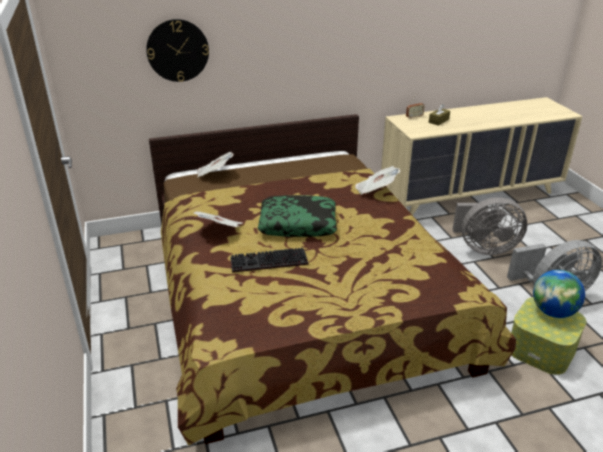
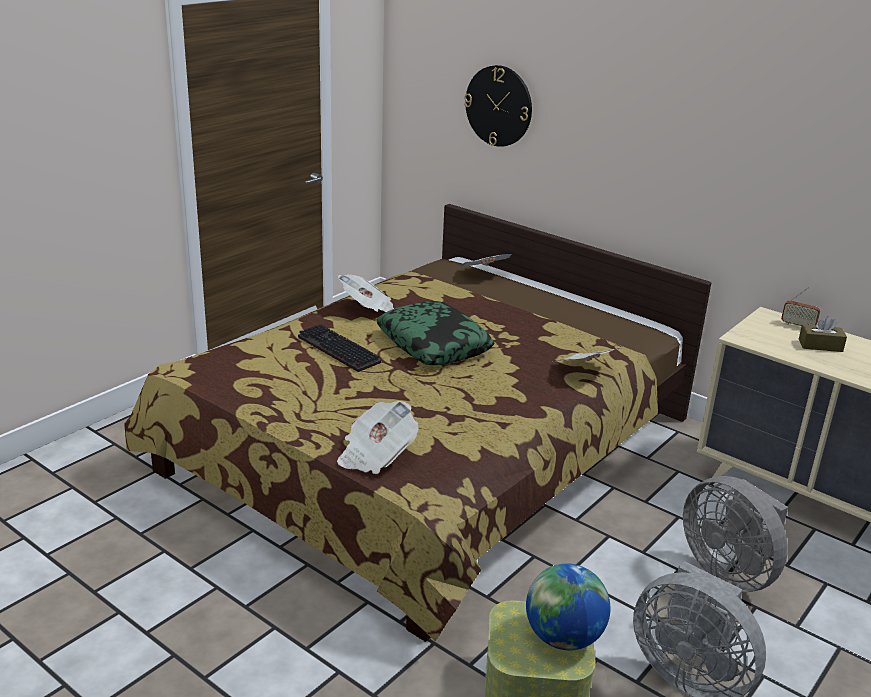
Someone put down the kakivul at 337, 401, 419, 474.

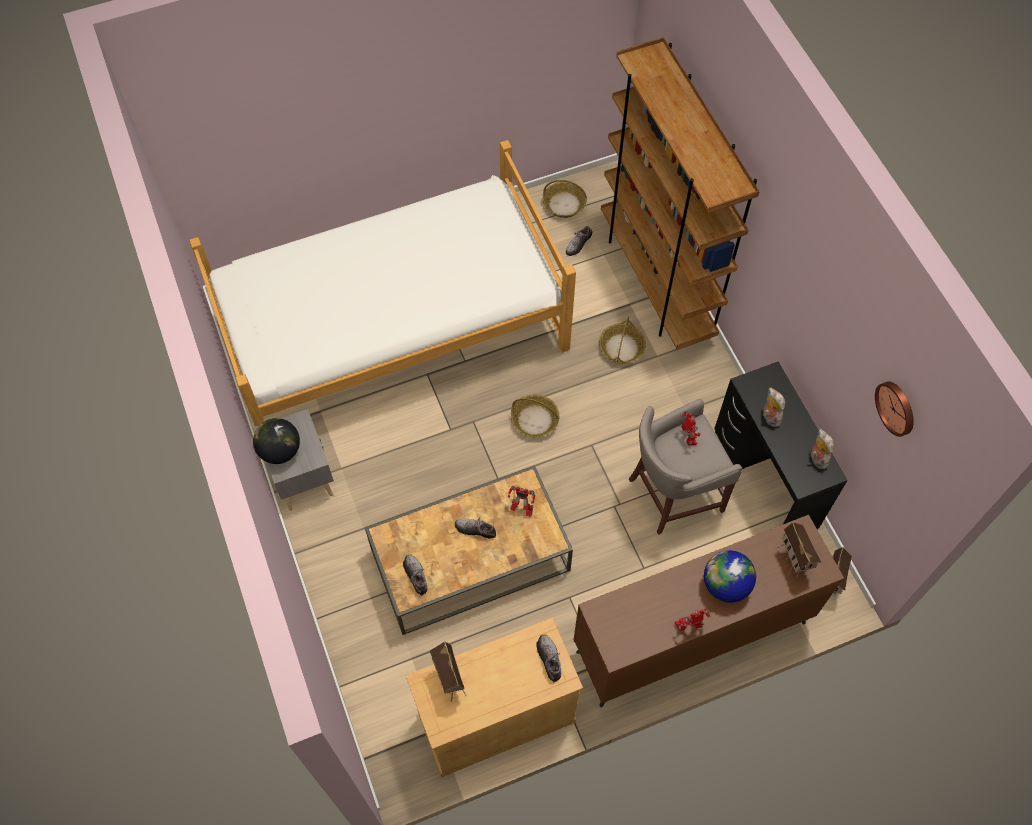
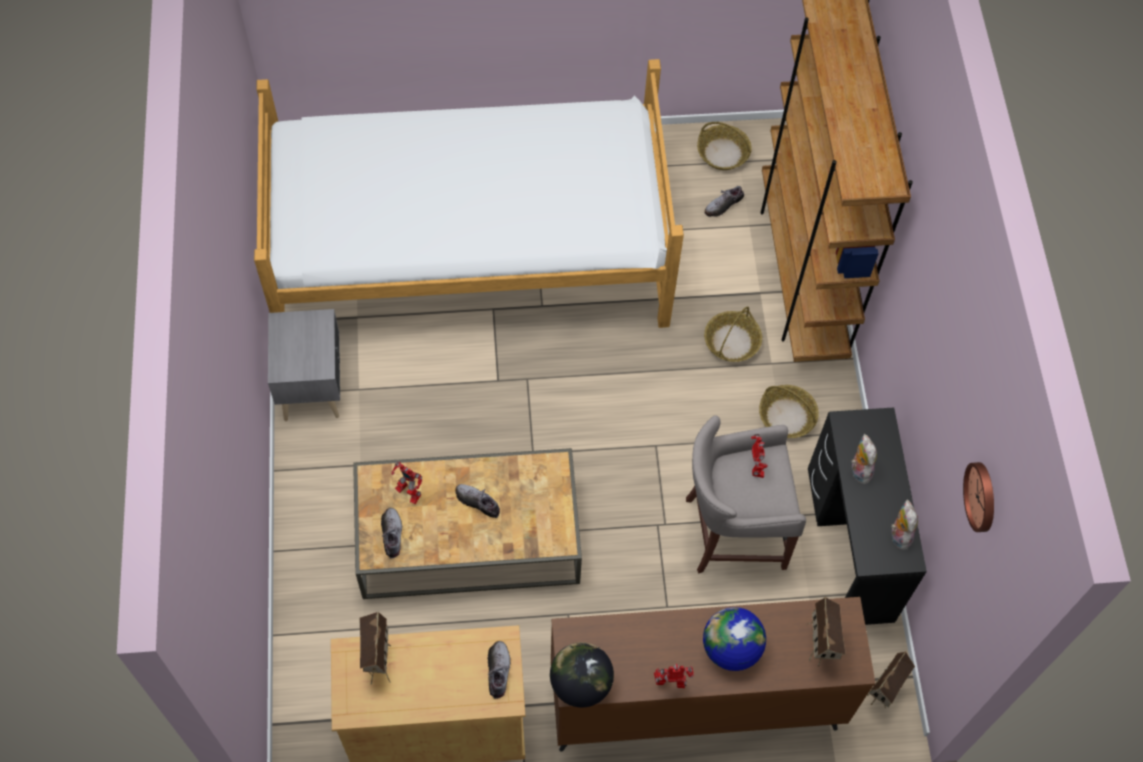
Someone carried the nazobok from 511, 394, 560, 437 to 759, 385, 819, 438.
Someone carried the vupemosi from 253, 418, 300, 464 to 550, 642, 614, 707.
Someone carried the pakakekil from 508, 486, 535, 517 to 391, 461, 423, 505.

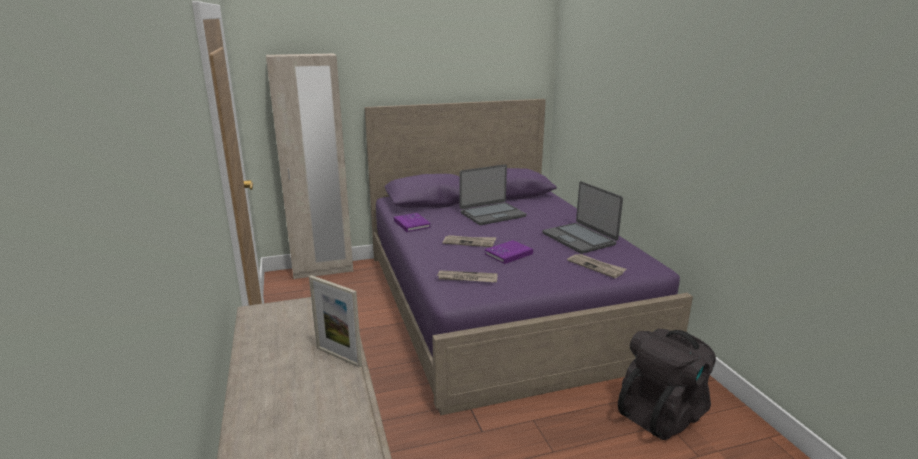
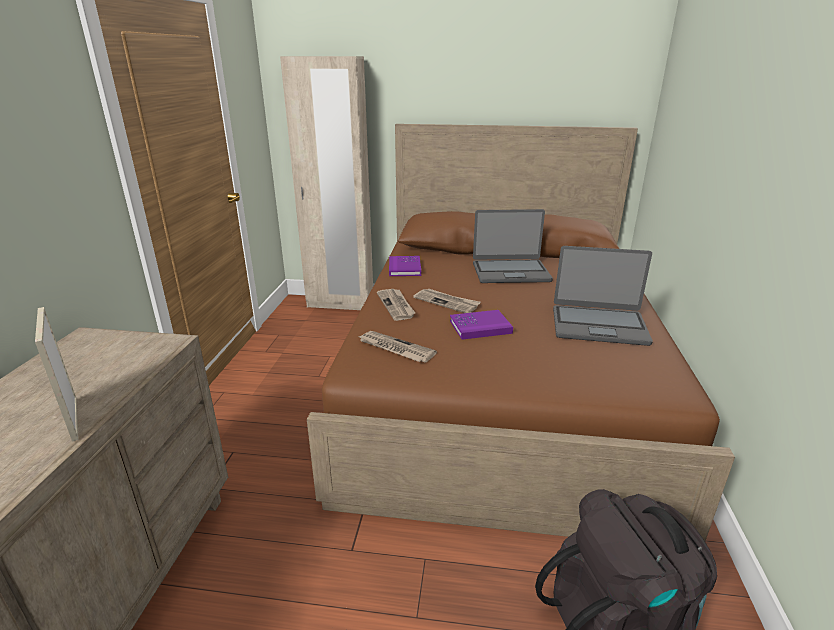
Someone repainted the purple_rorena at 364, 99, 693, 415, which became the brown_rorena at 307, 124, 735, 541.
Someone rotated the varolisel at 542, 181, 623, 254 by 75 degrees counterclockwise.
Someone carried the kakivul from 567, 254, 626, 278 to 377, 289, 415, 321.

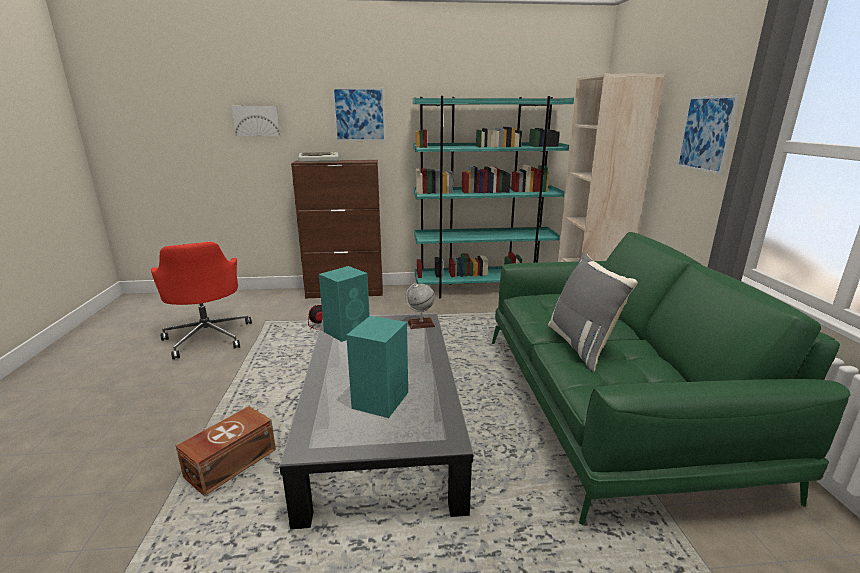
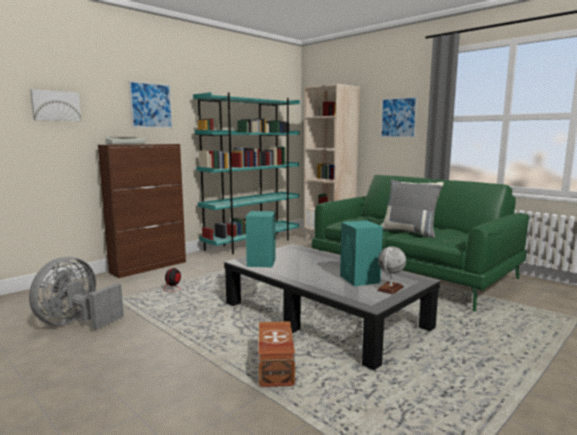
Someone swapped the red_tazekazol at 151, 242, 252, 359 for the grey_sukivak at 29, 257, 124, 330.
Someone carried the vupemosi from 405, 283, 435, 329 to 377, 246, 406, 295.

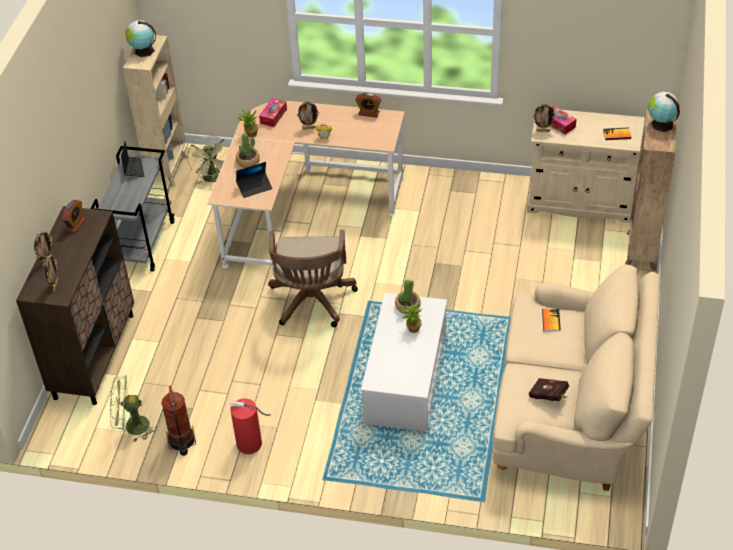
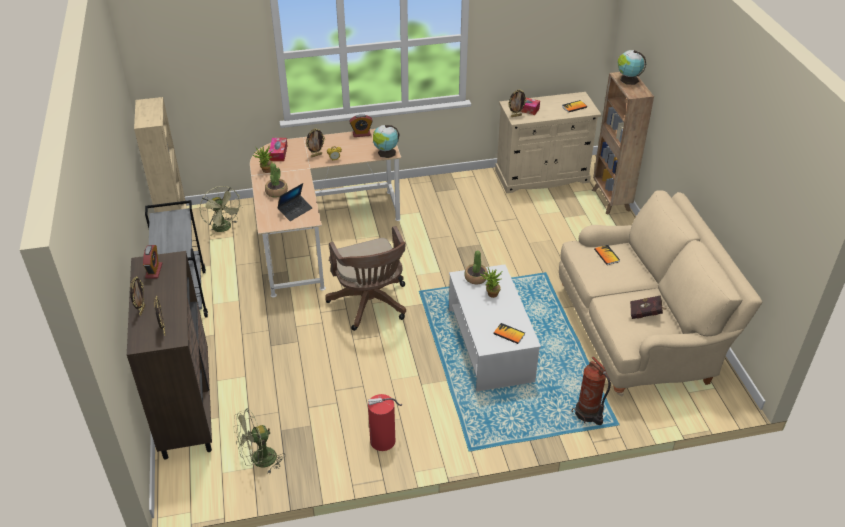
Someone carried the vupemosi from 125, 20, 156, 57 to 373, 125, 400, 158.
Someone took away the varolisel at 121, 141, 145, 177.
Someone carried the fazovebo from 161, 386, 196, 456 to 572, 357, 611, 425.
Someone put down the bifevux at 493, 323, 525, 344.

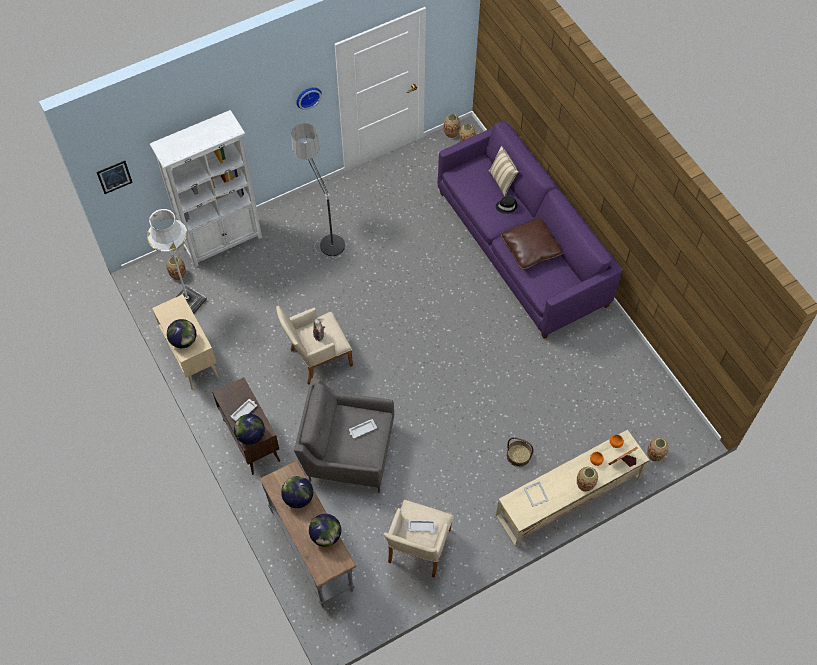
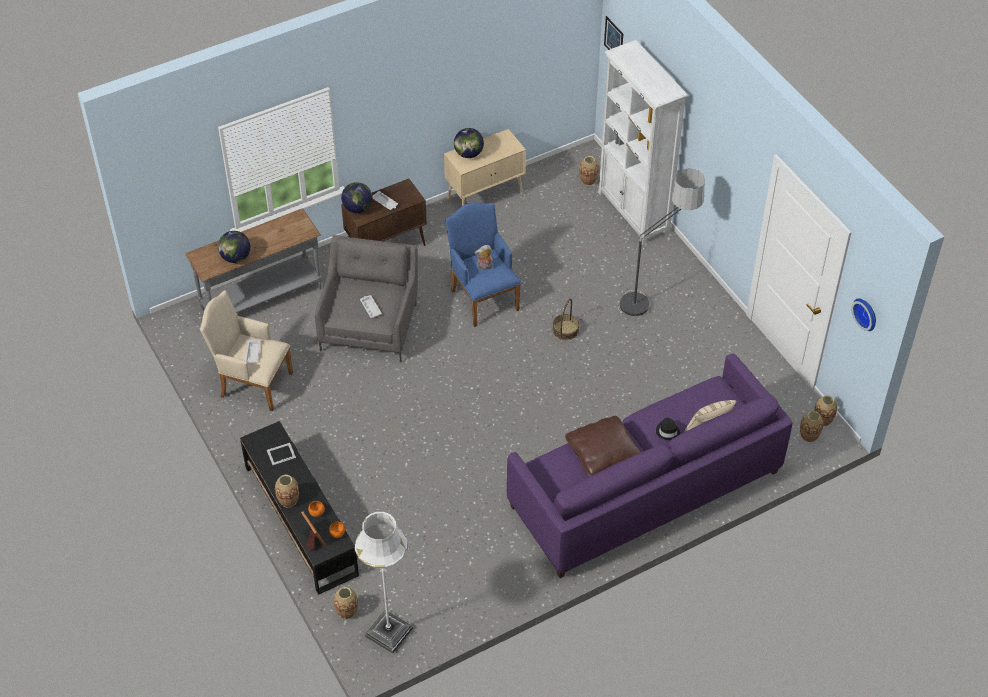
Someone carried the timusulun from 296, 88, 322, 110 to 851, 298, 876, 331.
Someone carried the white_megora from 147, 209, 207, 314 to 355, 511, 413, 654.
Someone repainted the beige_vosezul at 276, 306, 353, 385, which became the blue_vosezul at 446, 202, 521, 327.
Someone repainted the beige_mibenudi at 496, 430, 649, 547, which became the black_mibenudi at 240, 421, 359, 595.
Someone carried the nazobok from 506, 437, 534, 467 to 552, 298, 579, 340.
Someone took away the vupemosi at 281, 476, 313, 508.

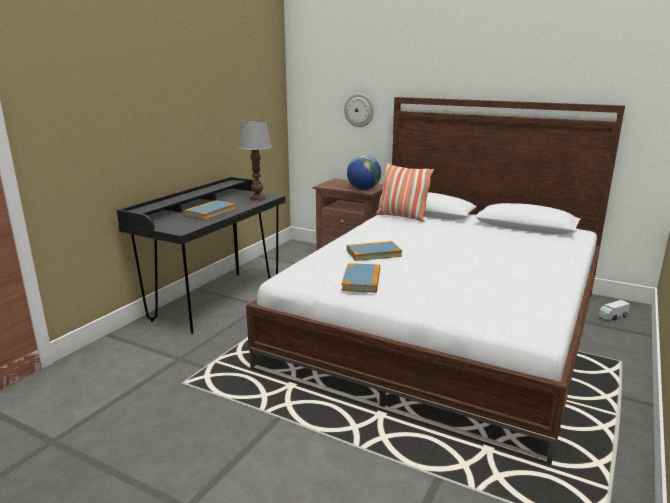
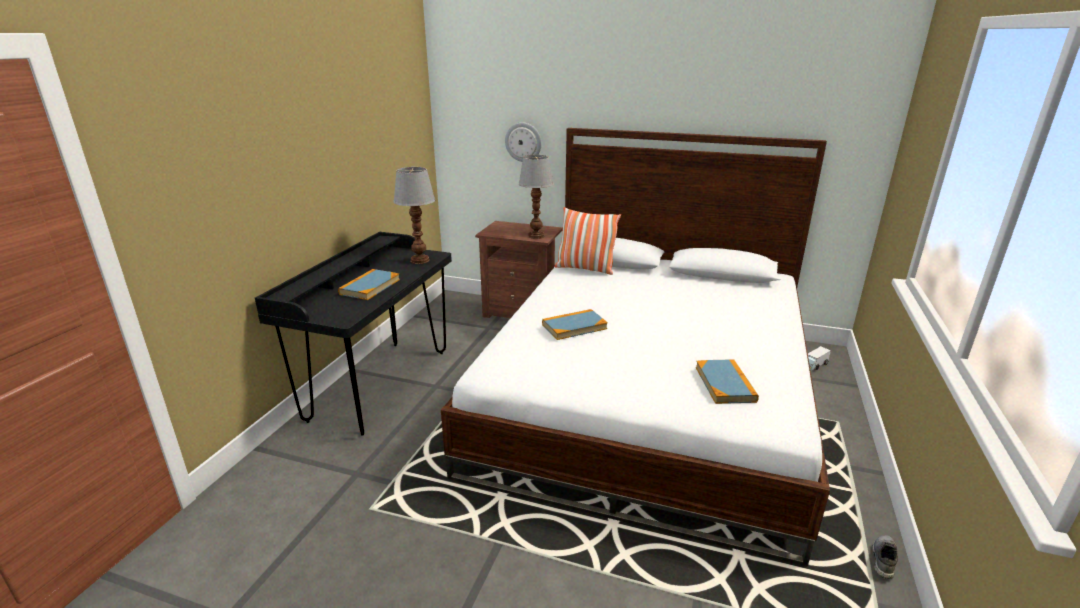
Someone swapped the vupemosi at 347, 155, 381, 190 for the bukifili at 518, 155, 554, 239.
Someone carried the bifevux from 341, 263, 380, 293 to 696, 359, 759, 404.
Someone put down the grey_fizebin at 872, 535, 898, 579.

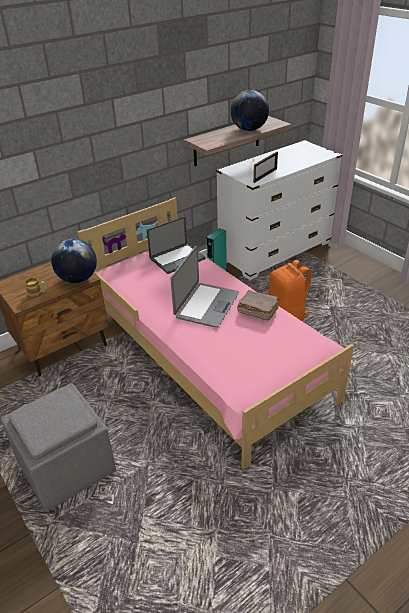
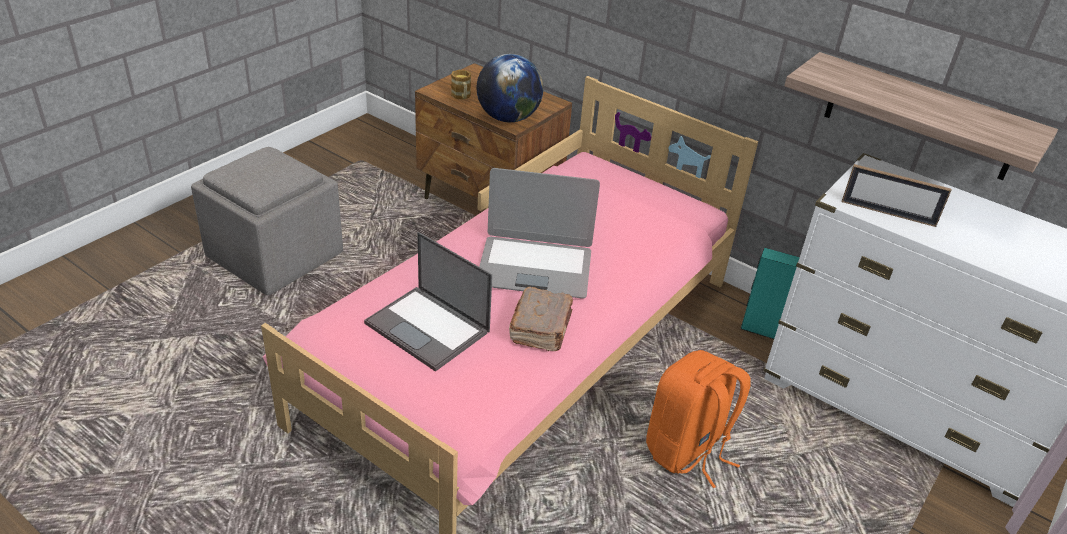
Someone took away the vupemosi at 231, 90, 269, 131.
Someone carried the varolisel from 147, 216, 206, 274 to 364, 232, 492, 372.

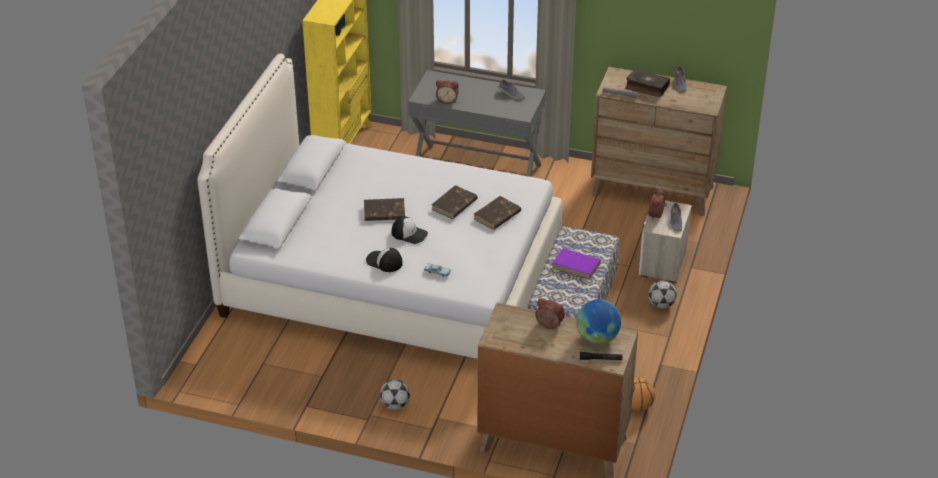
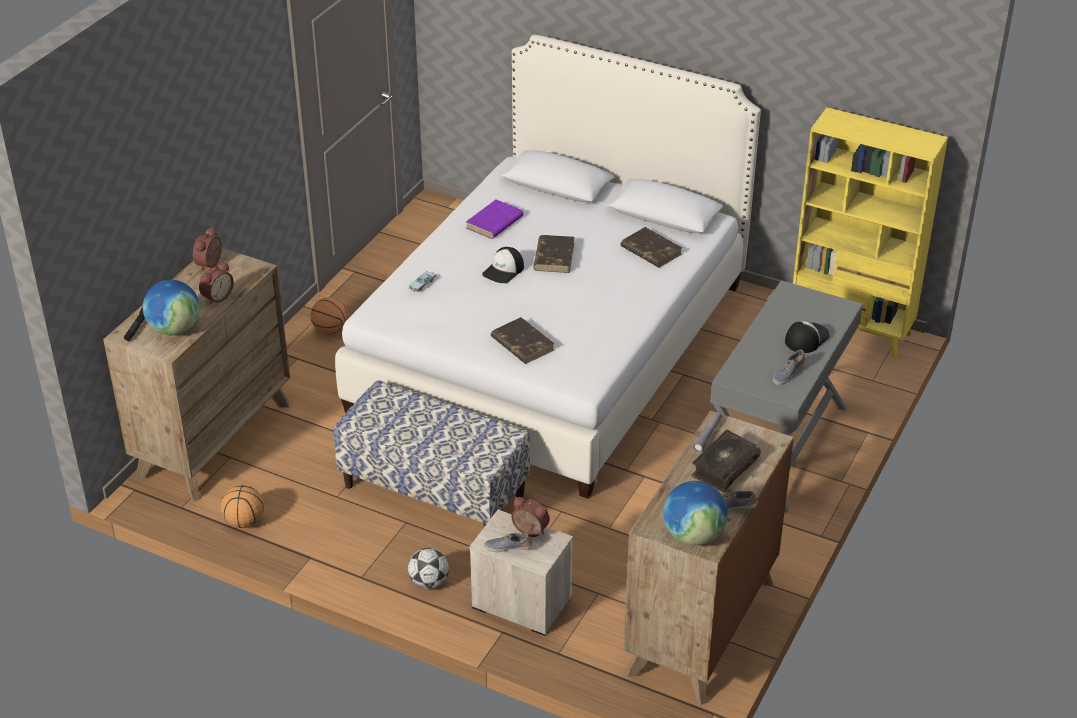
Someone carried the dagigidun from 436, 80, 459, 104 to 193, 227, 222, 271.
Someone carried the brown_bifevux from 431, 185, 478, 219 to 620, 227, 682, 268.
Someone carried the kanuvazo from 366, 248, 403, 272 to 785, 321, 830, 353.
Someone carried the purple_bifevux from 552, 248, 601, 280 to 466, 199, 524, 239.
Someone swapped the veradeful at 380, 379, 410, 410 for the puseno at 310, 297, 348, 335.
Someone put down the vupemosi at 663, 481, 728, 545.

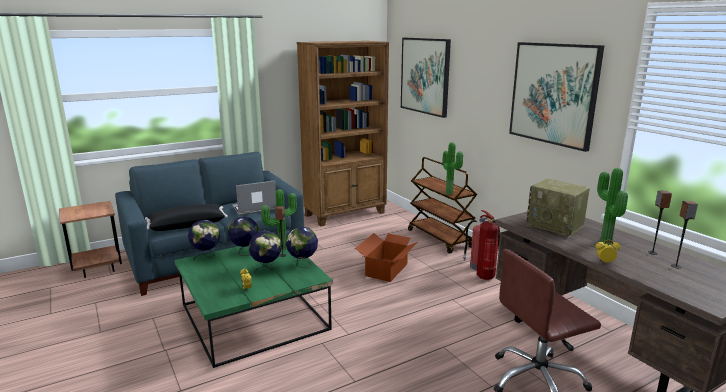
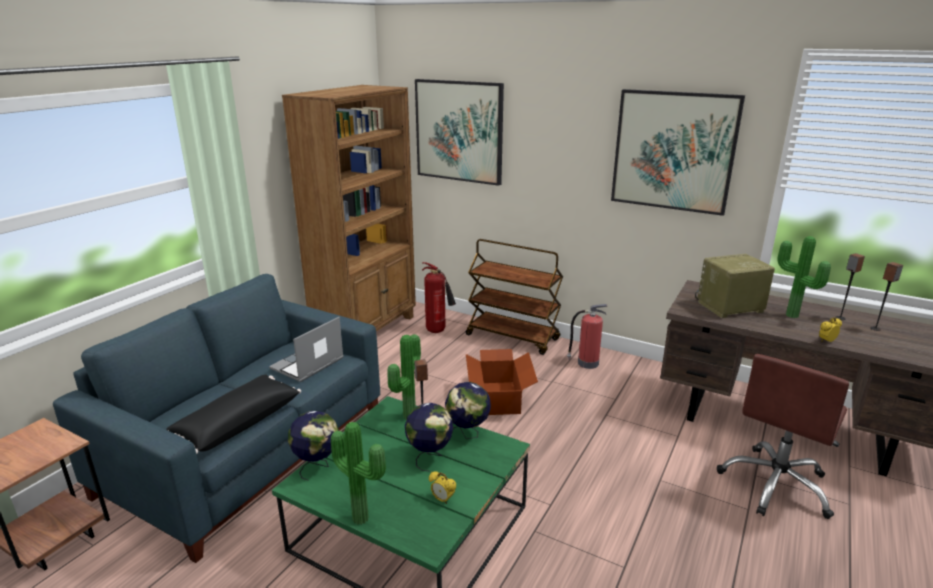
Someone carried the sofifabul from 442, 142, 463, 195 to 331, 422, 386, 525.
Someone rotated the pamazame at 526, 178, 590, 237 by 150 degrees clockwise.
Someone carried the fazovebo from 477, 210, 500, 280 to 422, 262, 456, 333.
Someone took away the vupemosi at 228, 216, 259, 256.

